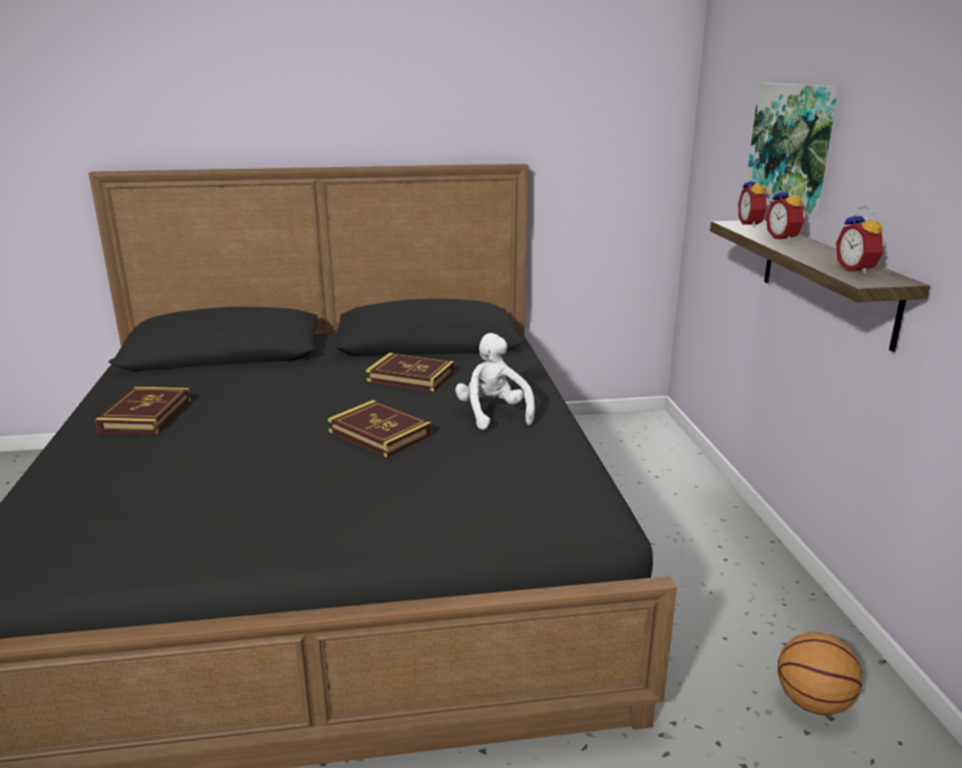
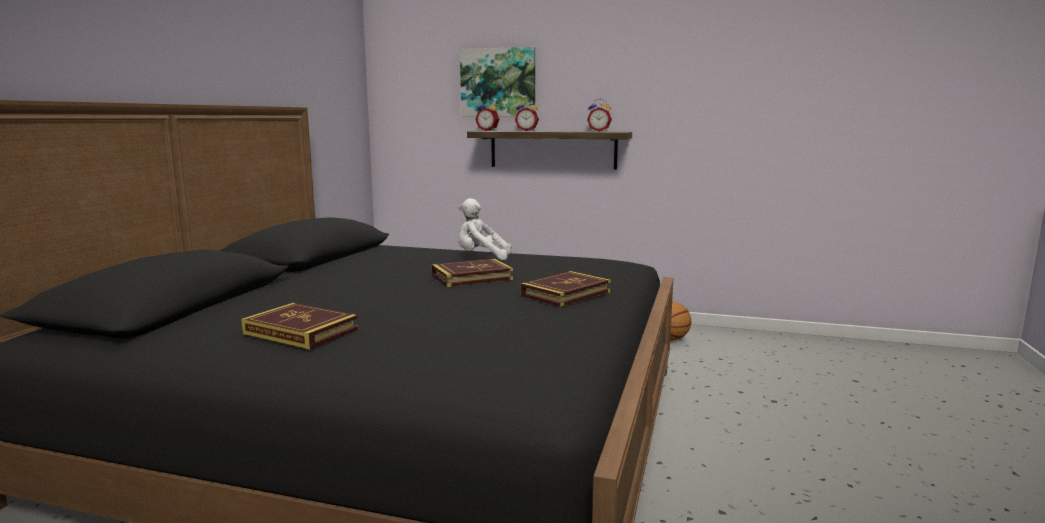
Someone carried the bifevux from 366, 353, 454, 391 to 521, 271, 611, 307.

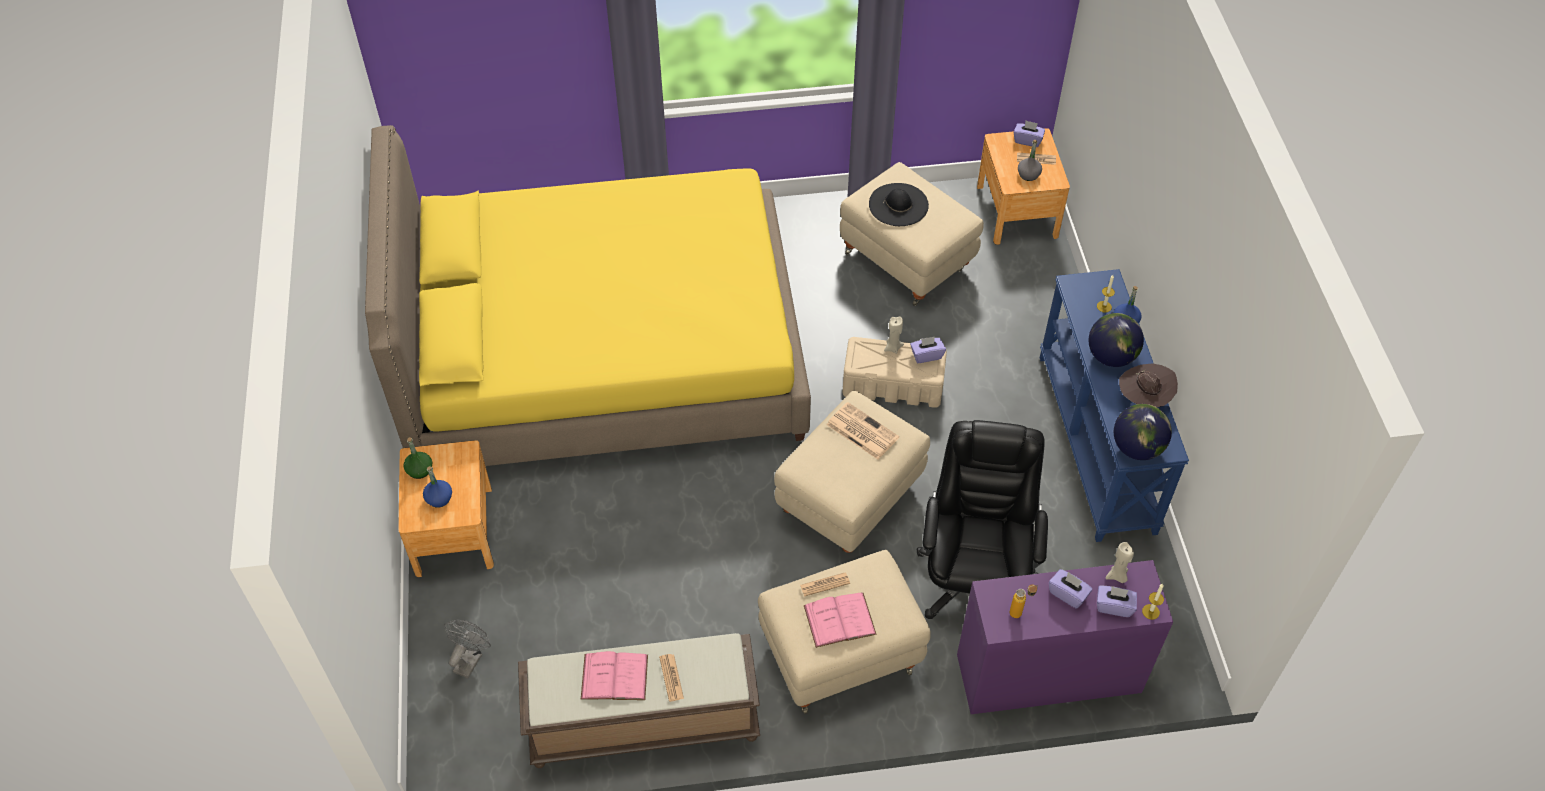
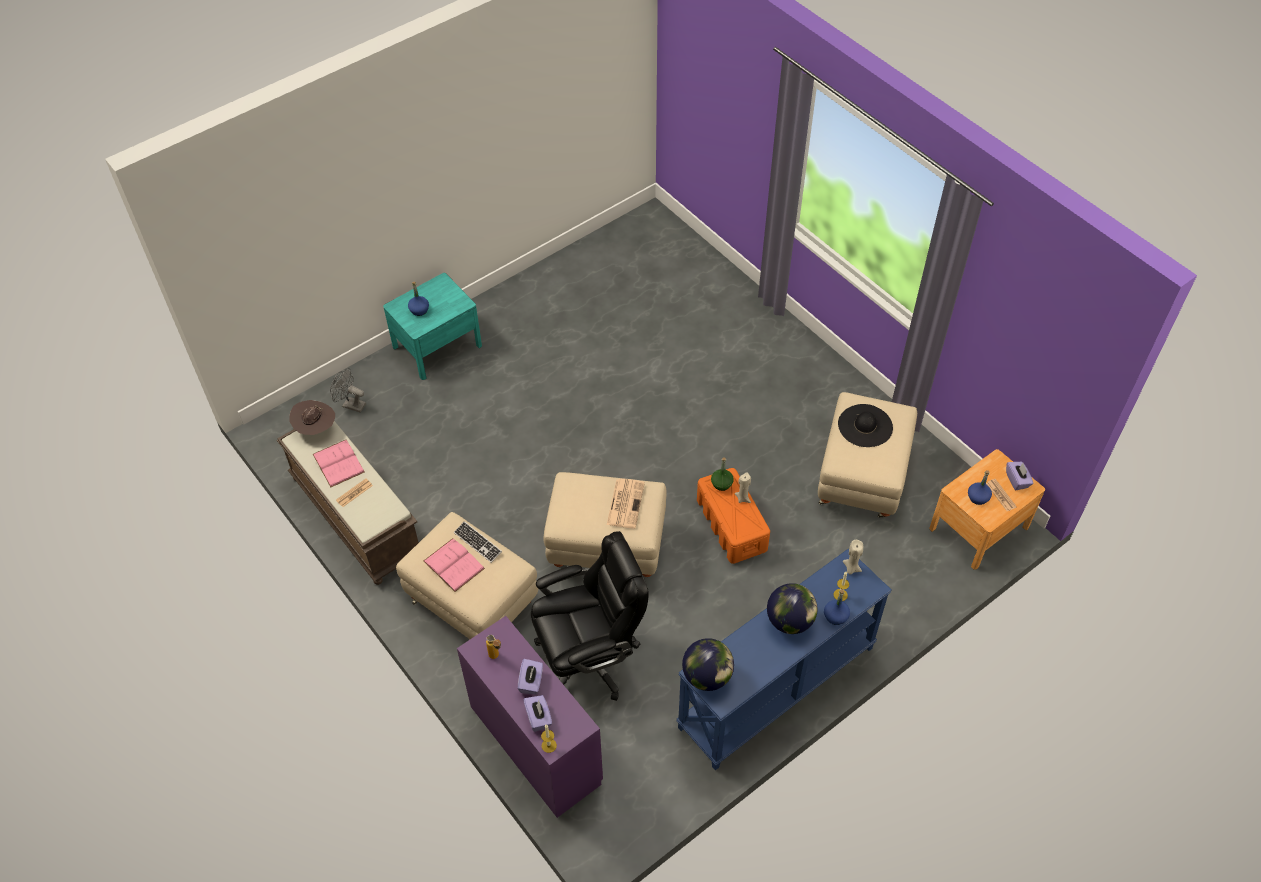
Someone took away the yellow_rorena at 365, 125, 811, 466.
Someone repainted the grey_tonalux at 1018, 140, 1042, 181, which became the blue_tonalux at 968, 470, 992, 505.
Someone repainted the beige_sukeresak at 843, 337, 947, 408, which became the orange_sukeresak at 697, 468, 770, 564.
Someone took away the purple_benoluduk at 910, 337, 946, 363.
Someone carried the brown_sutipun from 1119, 363, 1178, 407 to 289, 400, 335, 435.
Someone carried the green_tonalux from 403, 437, 432, 479 to 711, 457, 734, 491.
Someone repainted the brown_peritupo at 398, 440, 494, 577, which became the turquoise_peritupo at 383, 273, 482, 380.
Someone carried the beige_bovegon from 1106, 542, 1134, 583 to 843, 540, 863, 575.
Someone swapped the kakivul at 800, 573, 850, 596 for the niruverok at 454, 521, 502, 563.
Someone rotated the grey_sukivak at 444, 619, 491, 678 by 150 degrees counterclockwise.

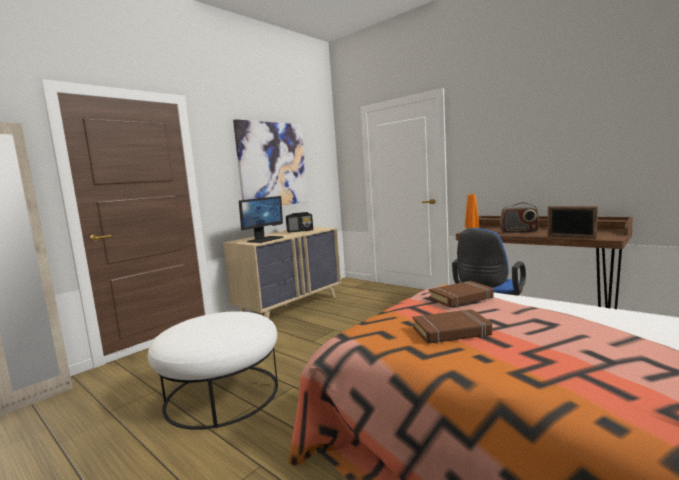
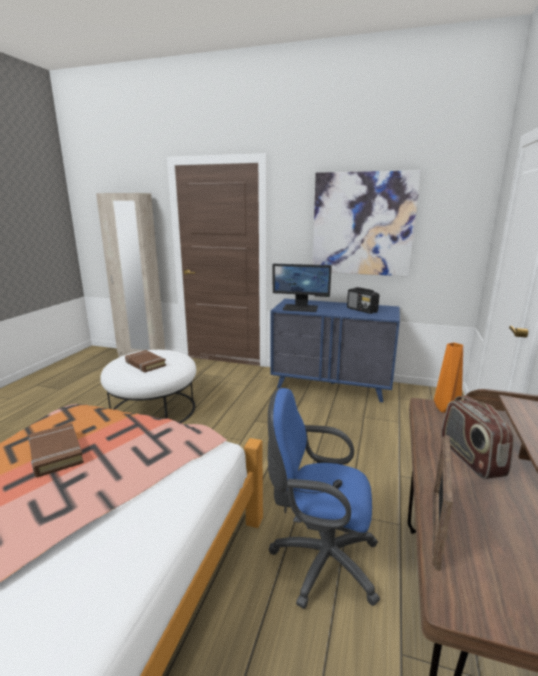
Someone repainted the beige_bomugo at 223, 227, 341, 319, which became the blue_bomugo at 270, 299, 400, 402.
Someone carried the brown_bifevux from 429, 281, 493, 307 to 125, 350, 166, 372.

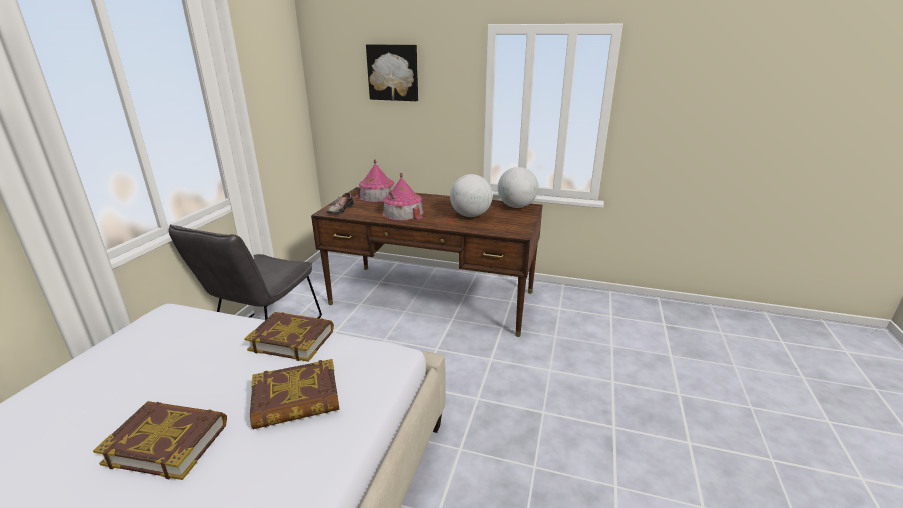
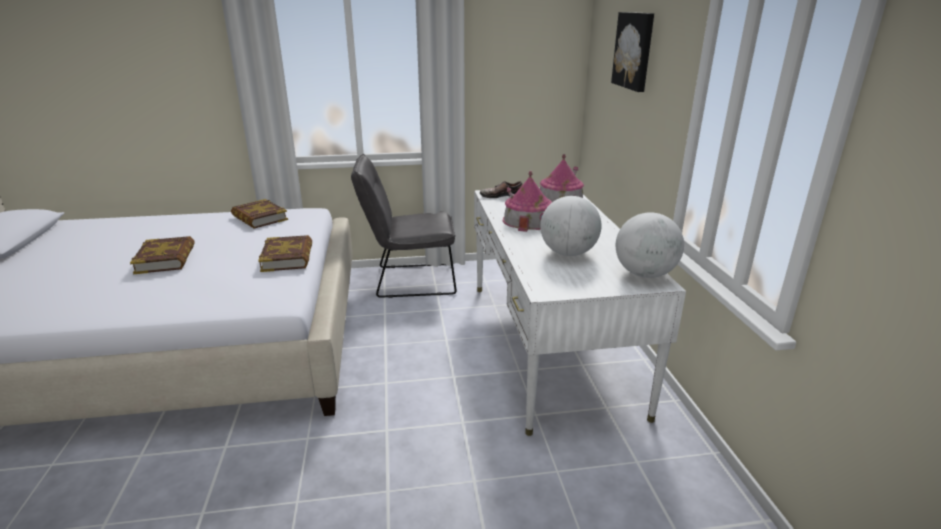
Someone repainted the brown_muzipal at 311, 187, 542, 337, which became the white_muzipal at 474, 187, 686, 436.
Someone carried the bifevux from 250, 359, 340, 429 to 231, 199, 288, 229.

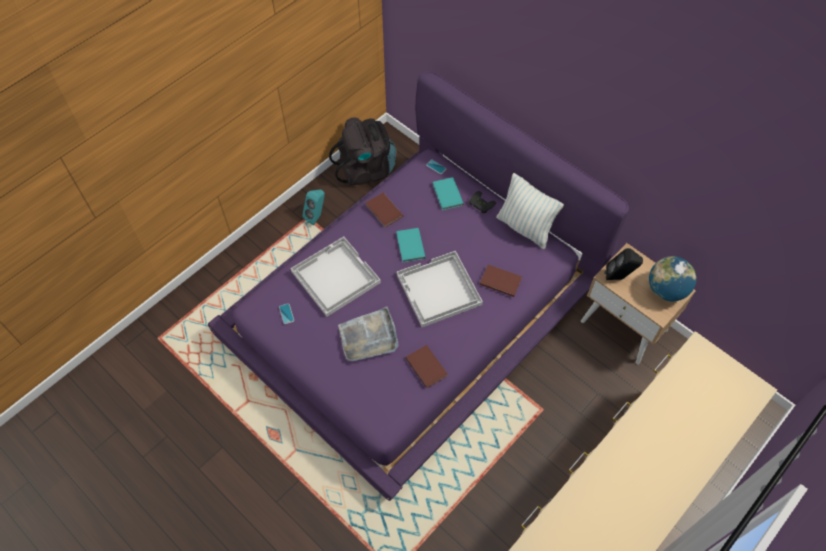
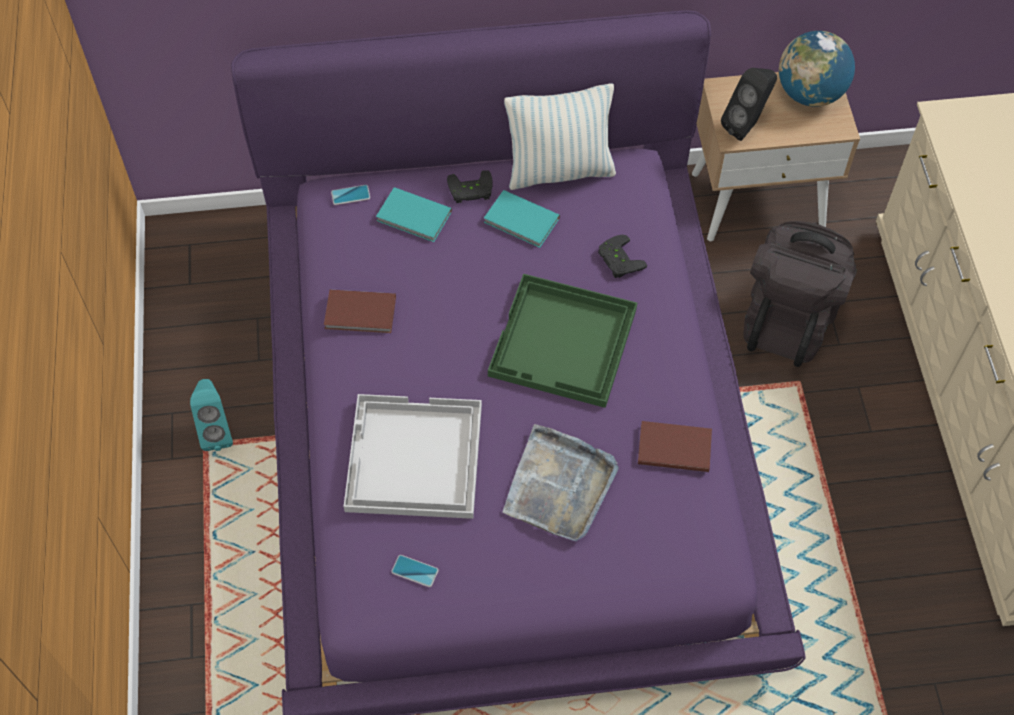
Someone carried the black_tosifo from 329, 117, 396, 186 to 744, 221, 857, 367.
Someone carried the turquoise_bifevux from 396, 228, 426, 262 to 484, 190, 560, 248.
Someone repainted the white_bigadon at 397, 251, 483, 327, which became the green_bigadon at 488, 274, 637, 408.
Someone swapped the brown_bifevux at 480, 265, 522, 297 for the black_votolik at 598, 235, 647, 278.

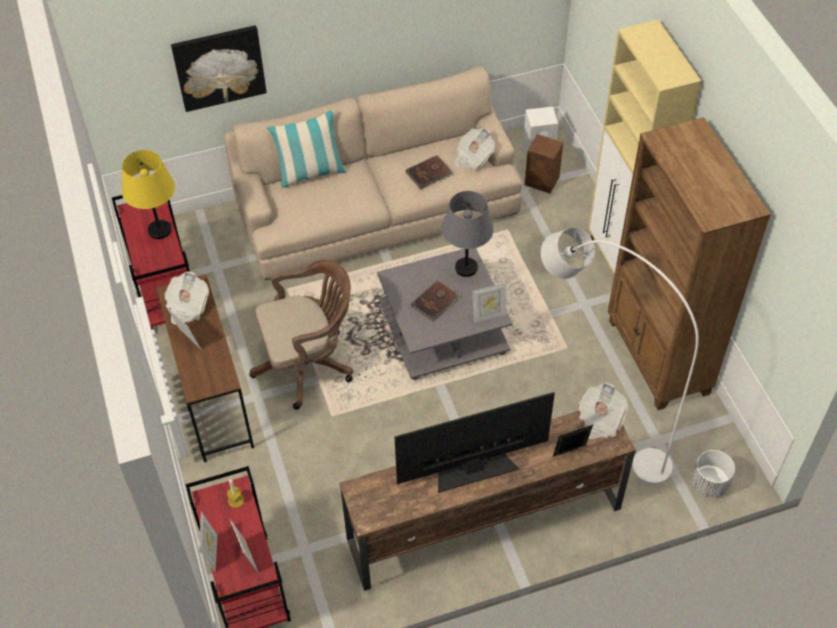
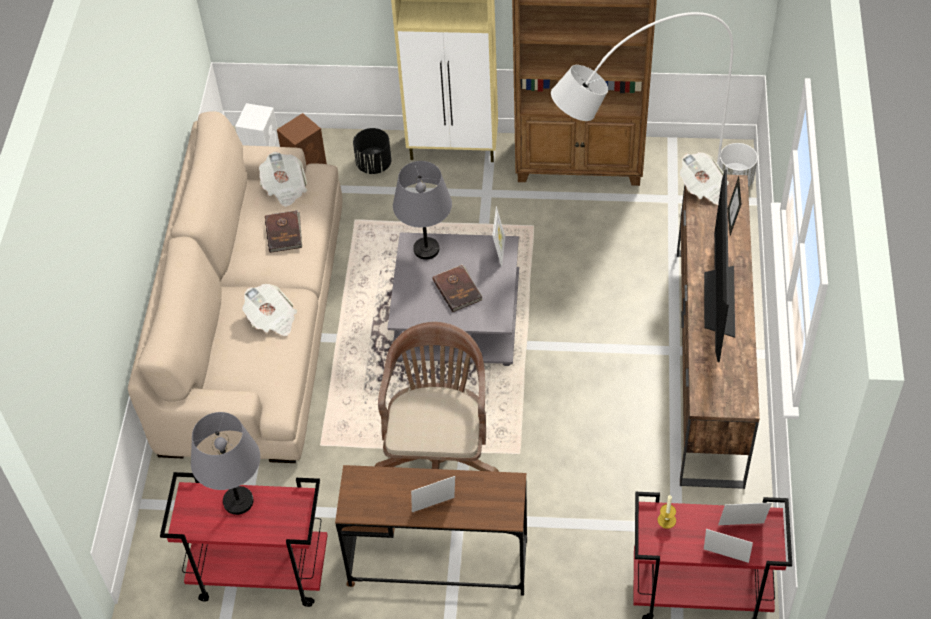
Someone took away the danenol at 171, 25, 267, 112.
Someone took away the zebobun at 267, 110, 347, 188.
Someone repainted the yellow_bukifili at 122, 150, 175, 239, which became the grey_bukifili at 191, 412, 260, 515.
Someone carried the kakivul from 164, 272, 209, 325 to 242, 284, 297, 336.
Someone put down the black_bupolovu at 353, 128, 391, 174.

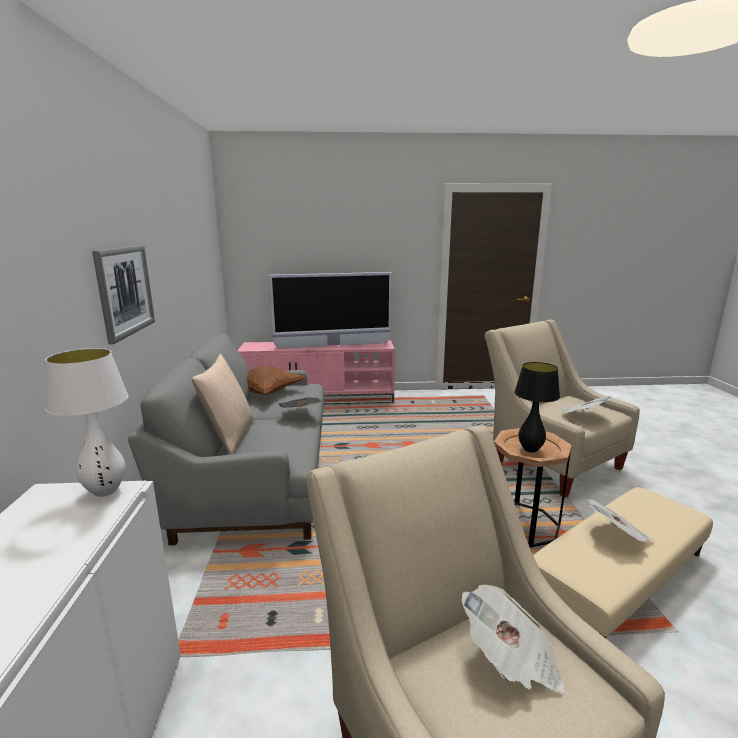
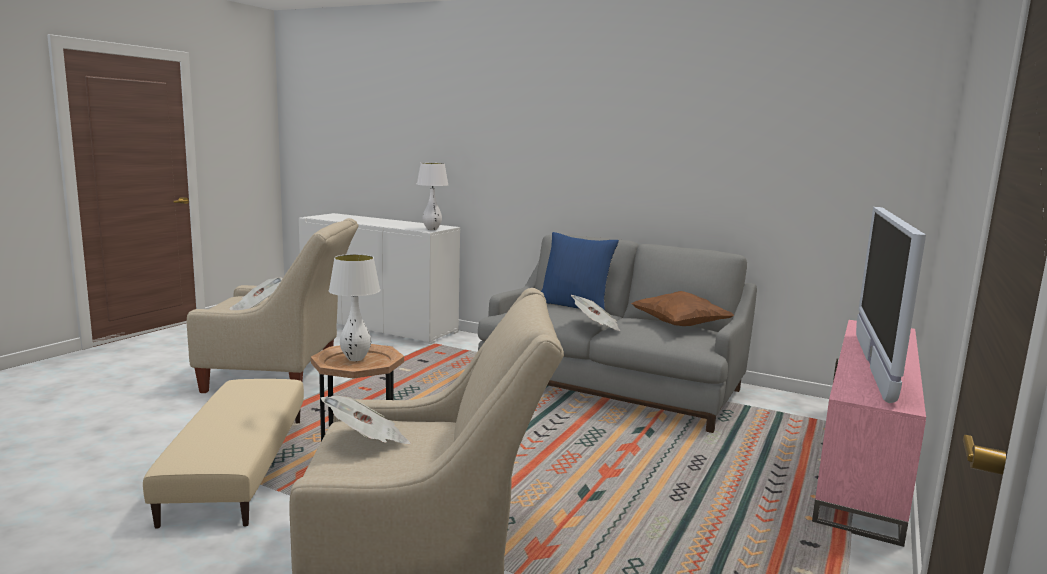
Someone took away the danenol at 92, 245, 155, 345.
Someone repainted the beige_zebobun at 192, 354, 254, 455, which became the blue_zebobun at 541, 232, 619, 310.
Someone repainted the black_bukifili at 514, 362, 560, 453, which became the white_bukifili at 329, 254, 380, 361.
Someone took away the kakivul at 587, 499, 655, 543.

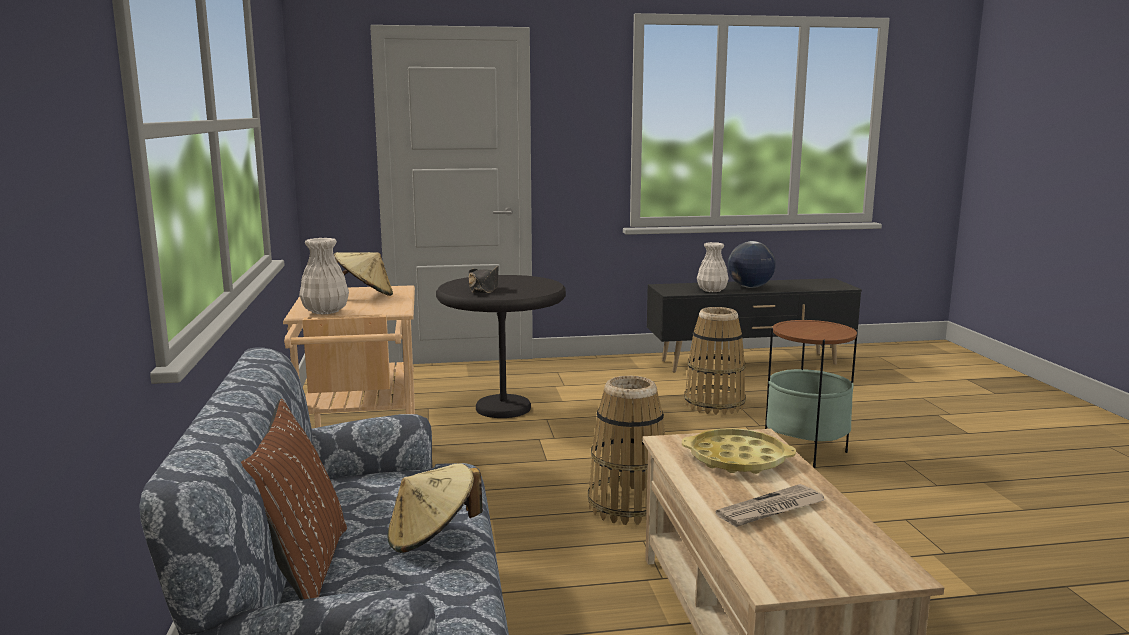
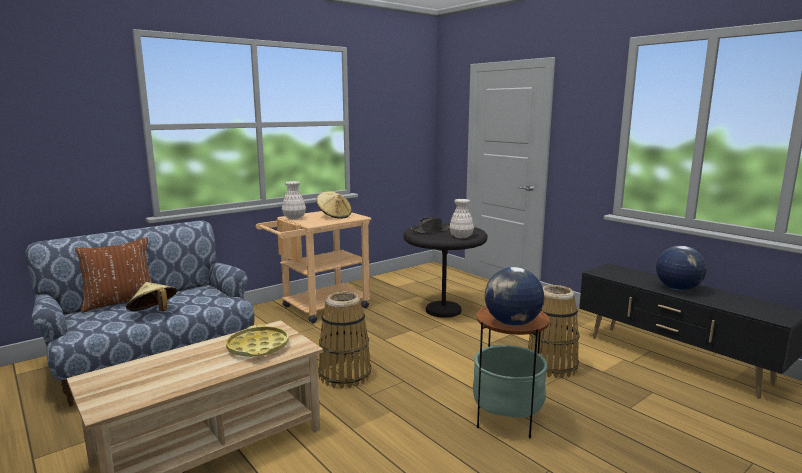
Someone carried the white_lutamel from 697, 242, 729, 292 to 449, 199, 474, 238.
Someone took away the kakivul at 716, 484, 825, 527.
Someone put down the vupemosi at 485, 267, 544, 326.

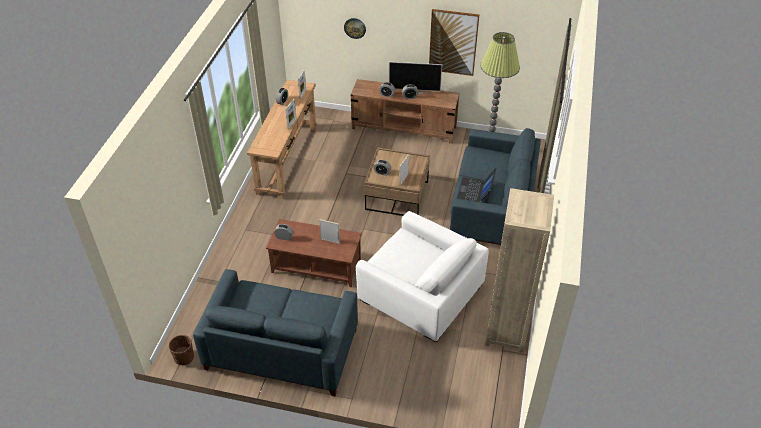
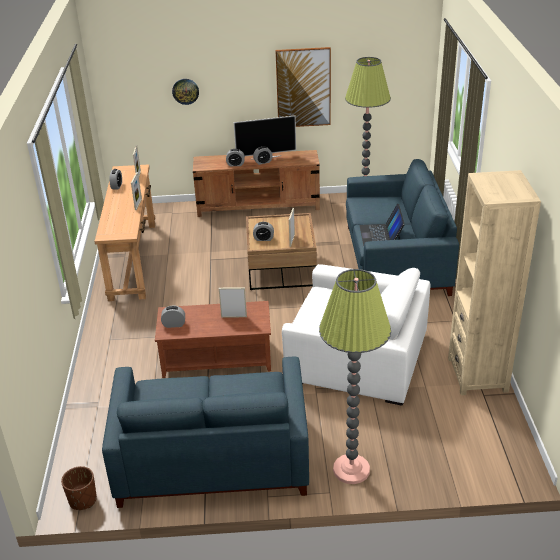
Someone put down the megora at 319, 269, 391, 484.

